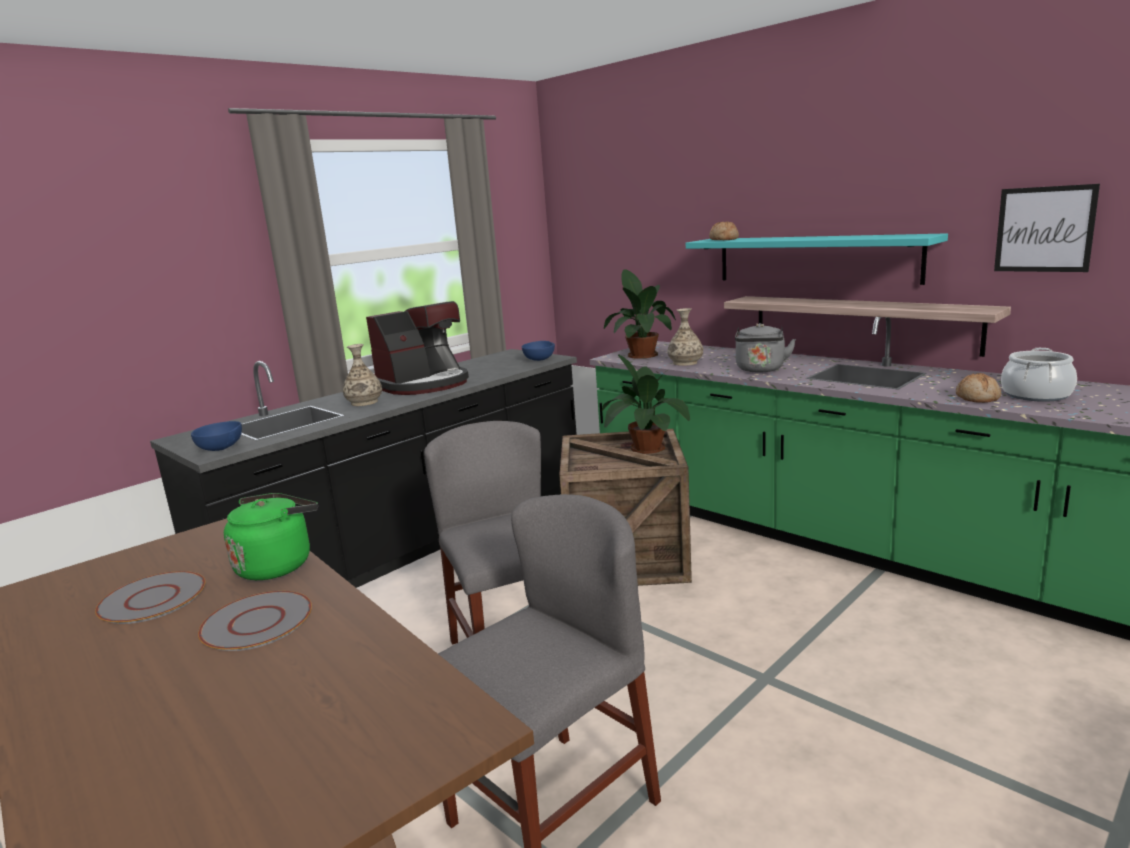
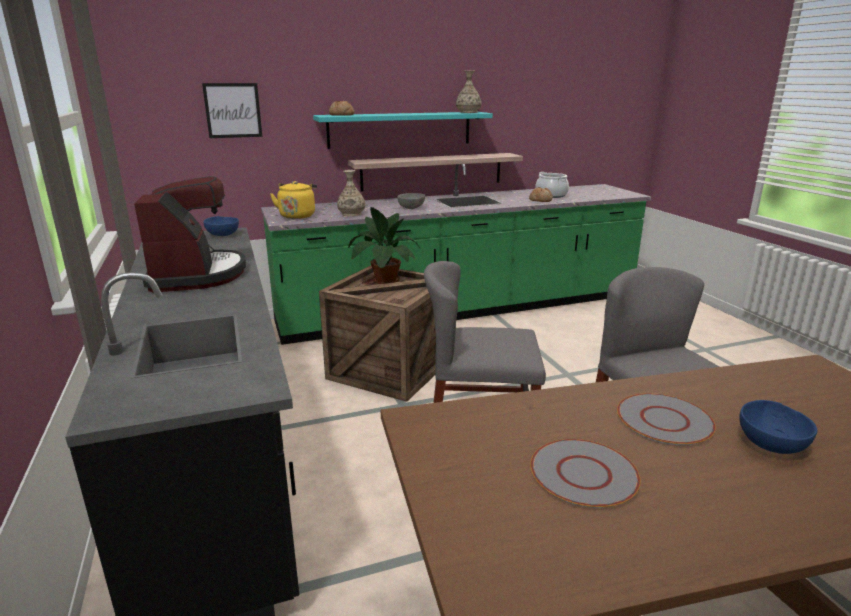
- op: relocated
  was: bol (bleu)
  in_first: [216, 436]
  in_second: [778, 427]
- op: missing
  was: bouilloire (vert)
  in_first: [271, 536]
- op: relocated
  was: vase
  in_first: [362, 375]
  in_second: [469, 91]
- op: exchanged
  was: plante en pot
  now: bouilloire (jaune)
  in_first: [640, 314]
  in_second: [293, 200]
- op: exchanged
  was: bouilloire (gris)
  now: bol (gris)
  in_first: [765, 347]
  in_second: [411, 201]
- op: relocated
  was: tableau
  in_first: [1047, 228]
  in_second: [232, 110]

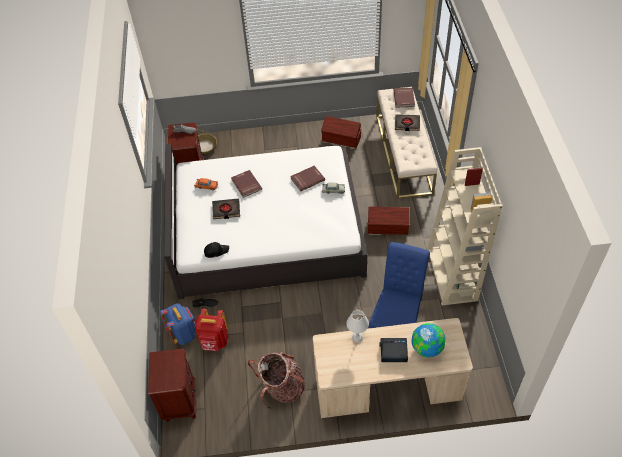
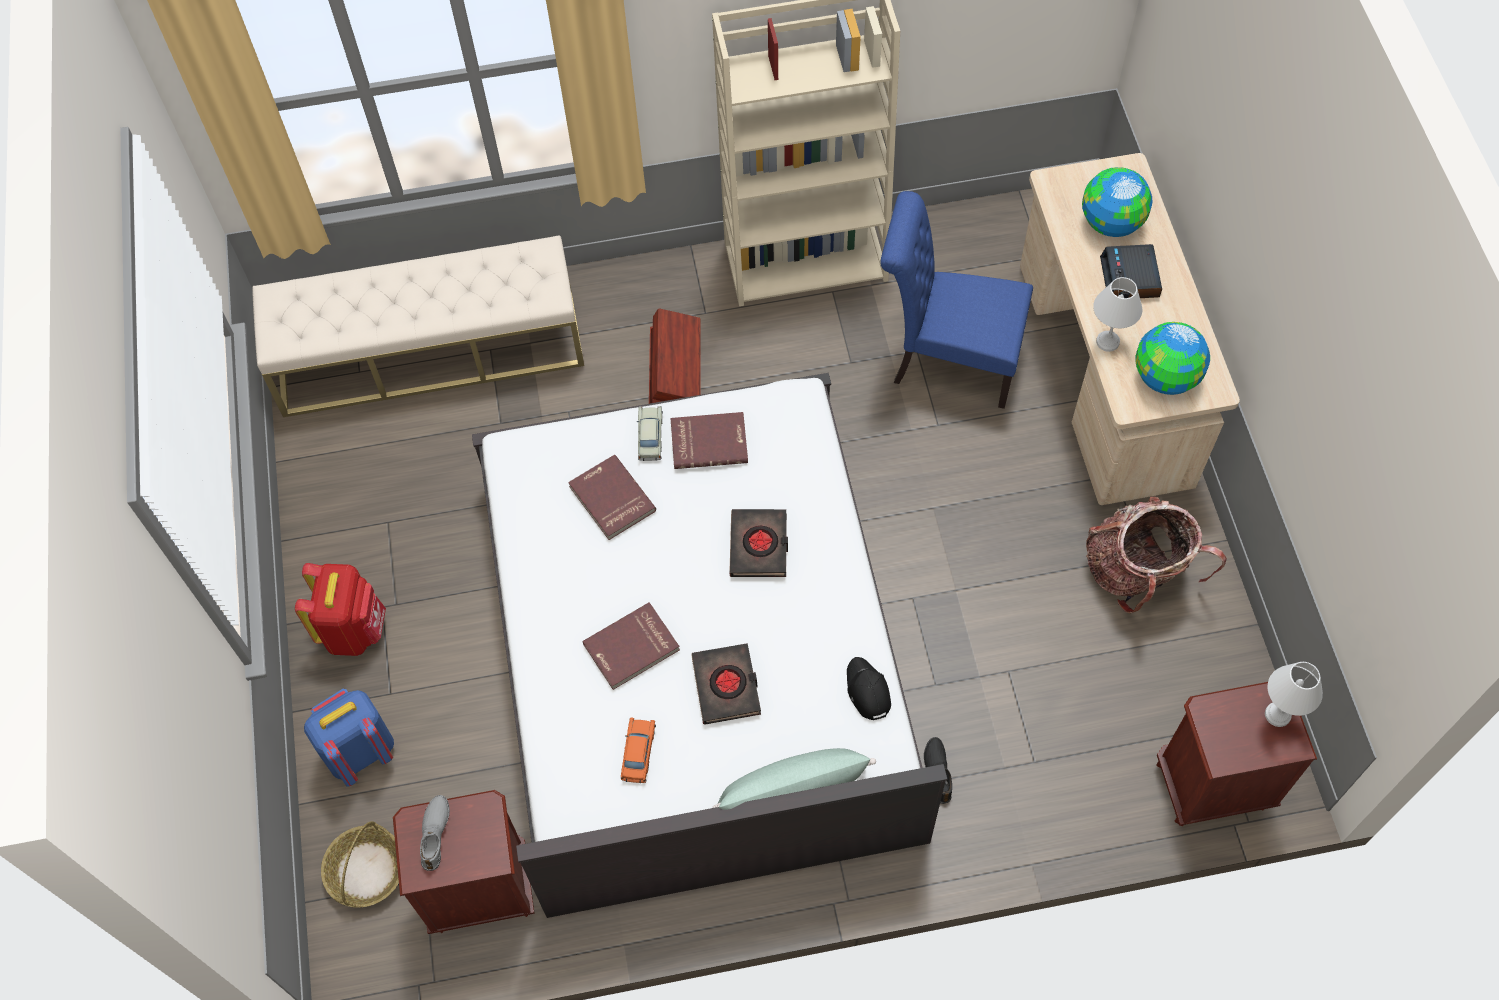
- op: relocated
  was: sac à dos (bleu)
  in_first: [177, 324]
  in_second: [349, 738]
- op: relocated
  was: sac à dos (rouge)
  in_first: [212, 330]
  in_second: [340, 609]
- op: missing
  was: boîte de rangement (marron)
  in_first: [341, 132]
- op: relocated
  was: livre (rouge)
  in_first: [404, 97]
  in_second: [709, 440]
- op: relocated
  was: livre (noir)
  in_first: [407, 122]
  in_second: [758, 543]
- op: appeared
  now: coussin (vert)
  in_second: [794, 779]
- op: appeared
  now: globe
  in_second: [1172, 358]
- op: appeared
  now: lampe de table (blanc)
  in_second: [1294, 694]

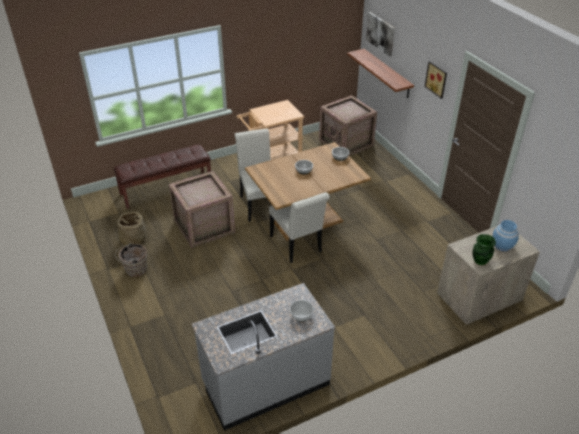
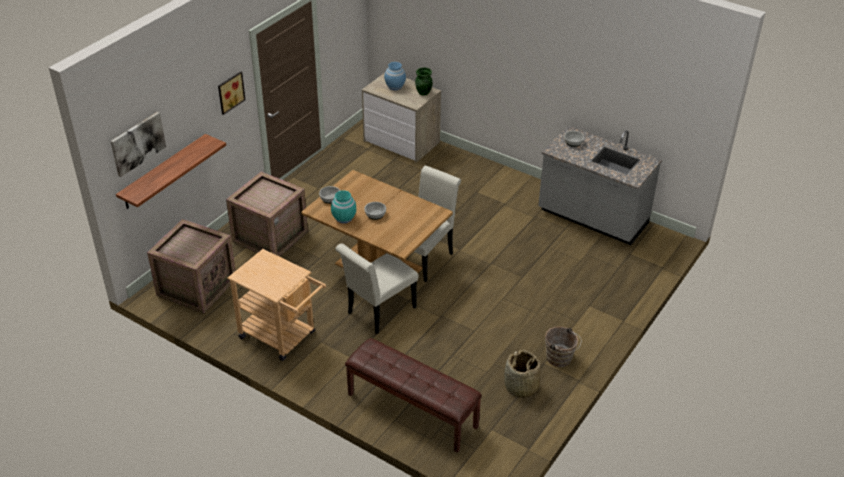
- op: relocated
  was: caisse
  in_first: [202, 209]
  in_second: [267, 214]
- op: appeared
  now: vase (turquoise)
  in_second: [343, 206]

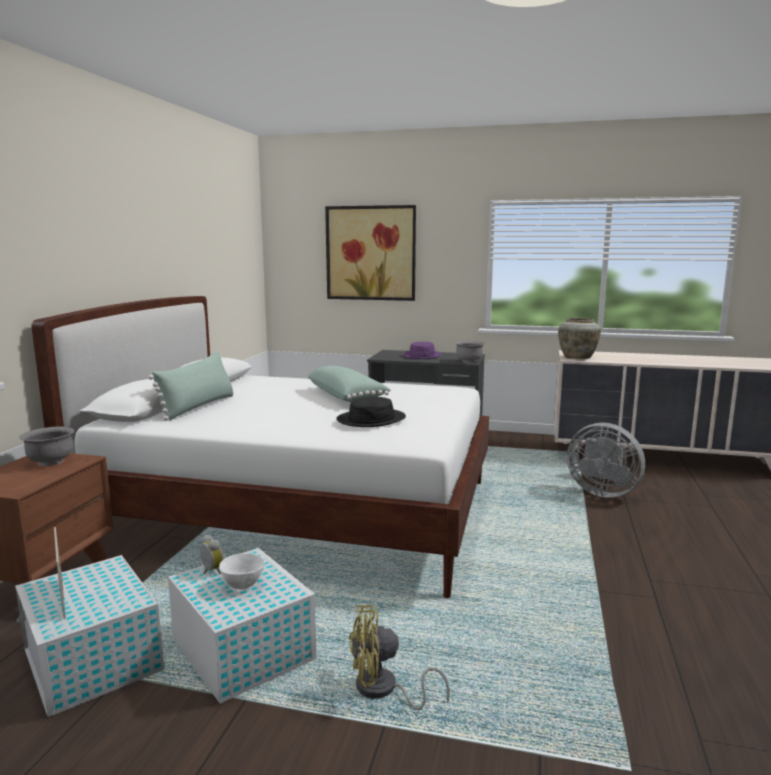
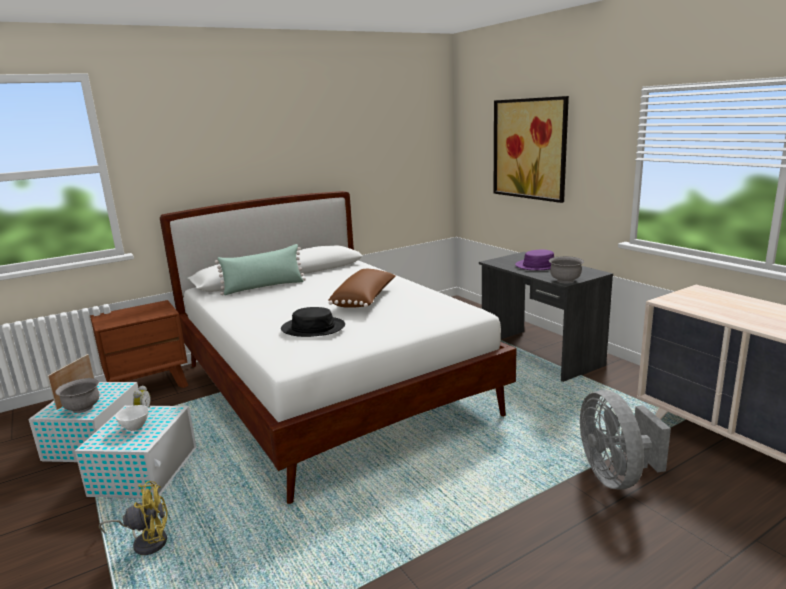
- op: relocated
  was: bol (gris)
  in_first: [46, 446]
  in_second: [77, 395]
- op: colour
  was: coussin (vert)
  now: coussin (marron)
  in_first: [349, 384]
  in_second: [362, 288]
- op: spun
  was: ventilateur (jaune)
  in_first: [399, 657]
  in_second: [133, 518]
  clockwise: 135
- op: missing
  was: vase (beige)
  in_first: [579, 338]

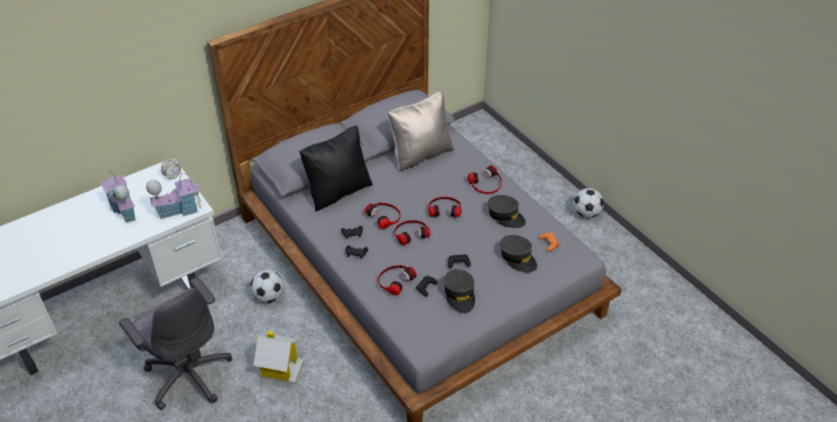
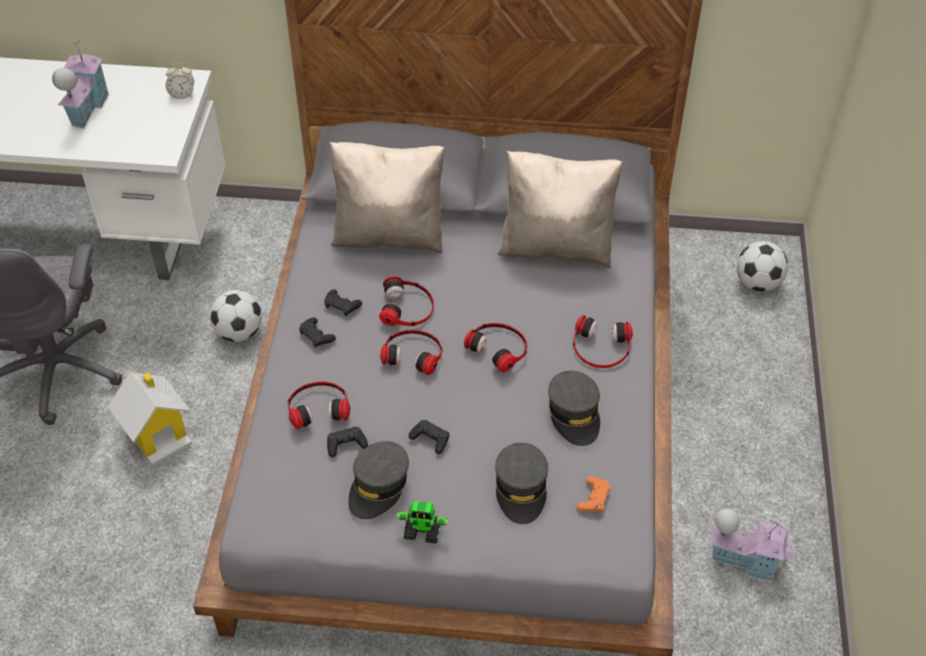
- op: relocated
  was: maison miniature
  in_first: [173, 196]
  in_second: [752, 545]
- op: colour
  was: coussin (noir)
  now: coussin (beige)
  in_first: [336, 168]
  in_second: [387, 197]
- op: relocated
  was: ballon de foot
  in_first: [588, 203]
  in_second: [762, 266]
- op: appeared
  now: robot jouet
  in_second: [423, 522]

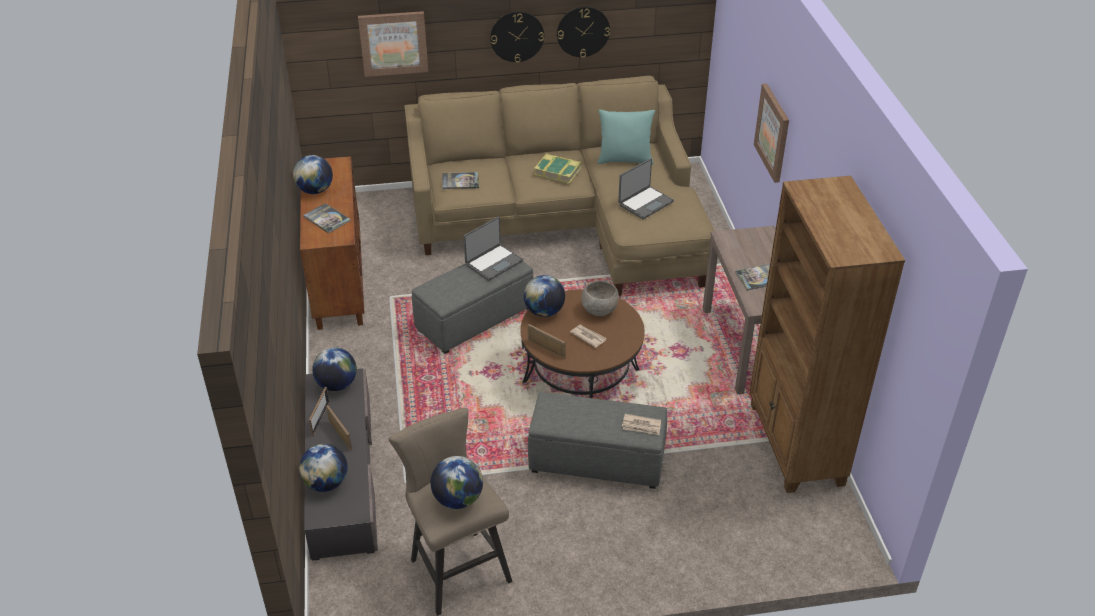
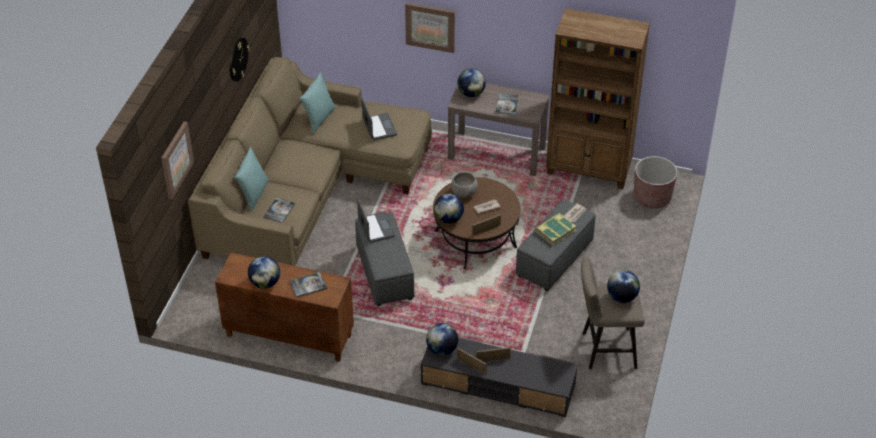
- op: relocated
  was: globe
  in_first: [323, 468]
  in_second: [471, 83]
- op: missing
  was: horloge murale
  in_first: [517, 37]
- op: relocated
  was: livre
  in_first: [558, 169]
  in_second: [555, 229]
- op: appeared
  now: coussin (turquoise)
  in_second: [252, 179]
- op: appeared
  now: cache-pot (marron)
  in_second: [655, 182]

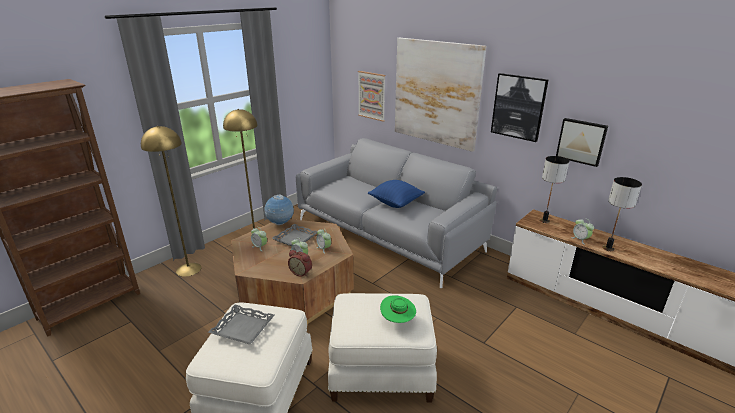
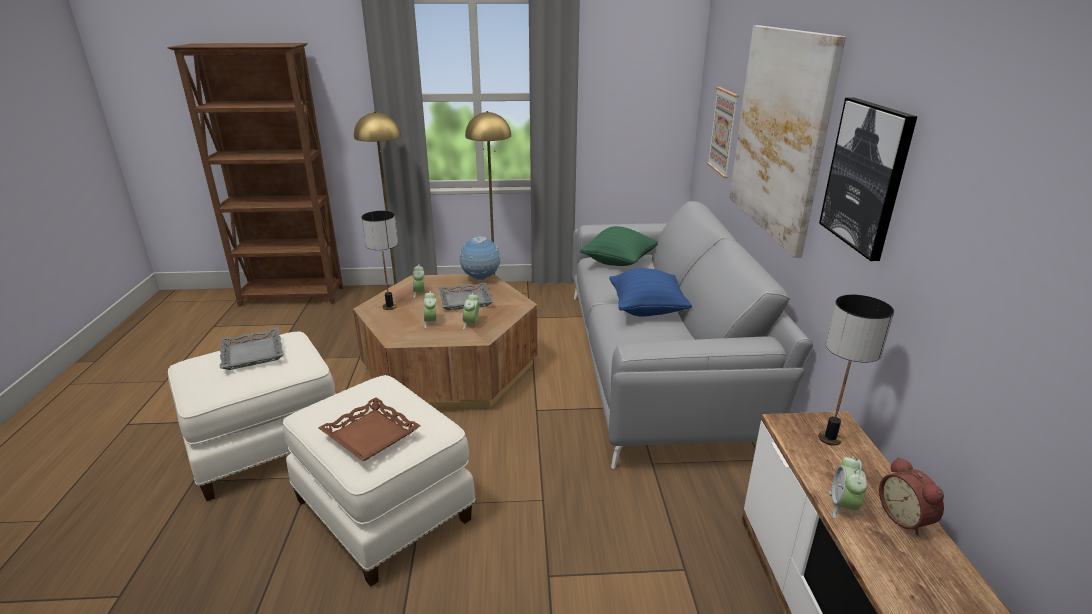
- op: relocated
  was: réveil
  in_first: [300, 263]
  in_second: [911, 496]
- op: exchanged
  was: chapeau (vert)
  now: plateau (marron)
  in_first: [398, 309]
  in_second: [369, 429]
- op: missing
  was: tableau
  in_first: [582, 142]
- op: relocated
  was: lampe de table
  in_first: [622, 214]
  in_second: [379, 260]
- op: appeared
  now: coussin (vert)
  in_second: [619, 246]

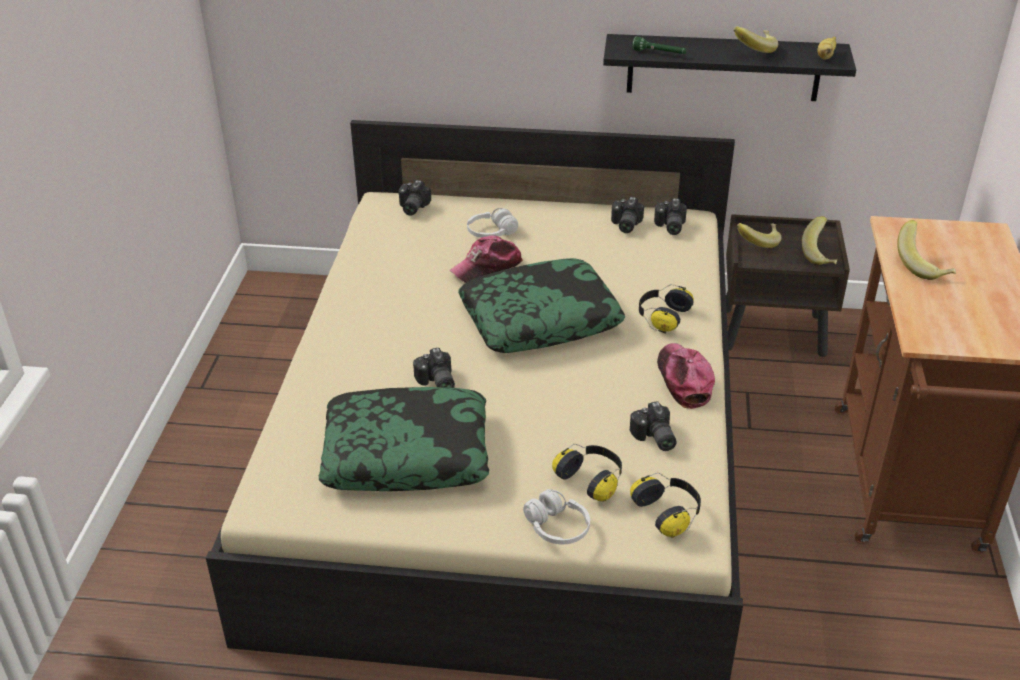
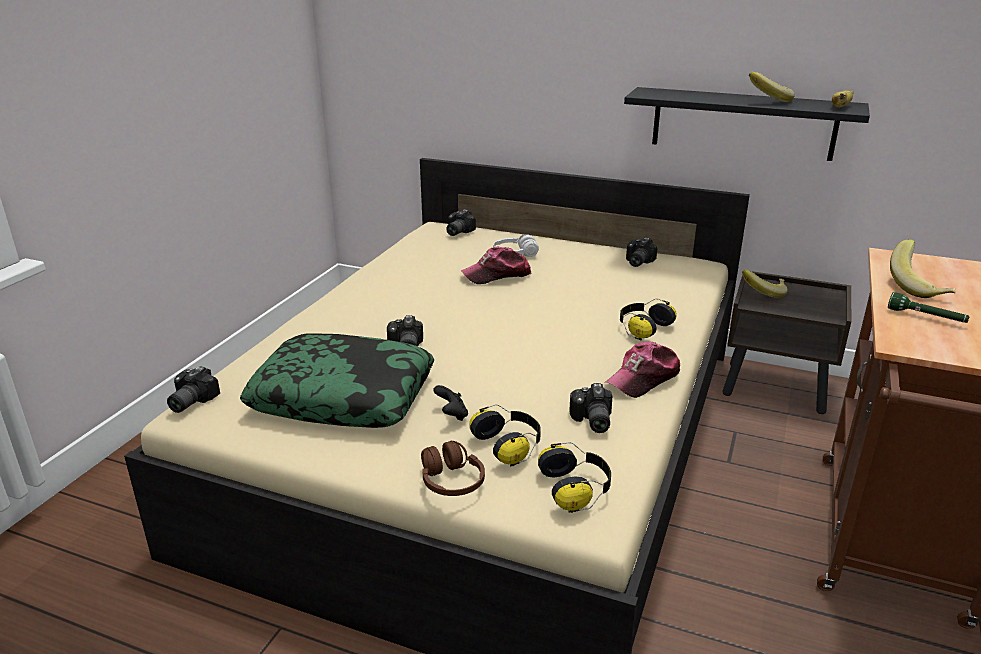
- op: missing
  was: coussin
  in_first: [541, 305]
- op: colour
  was: casque audio (blanc)
  now: casque audio (marron)
  in_first: [556, 516]
  in_second: [453, 468]
- op: relocated
  was: lampe de poche (vert)
  in_first: [659, 45]
  in_second: [929, 307]
- op: relocated
  was: appareil photo
  in_first: [670, 216]
  in_second: [193, 389]
- op: spun
  was: casquette
  in_first: [686, 376]
  in_second: [643, 370]
  clockwise: -135
- op: missing
  was: banane
  in_first: [819, 240]
- op: appeared
  now: manette (noir)
  in_second: [450, 403]

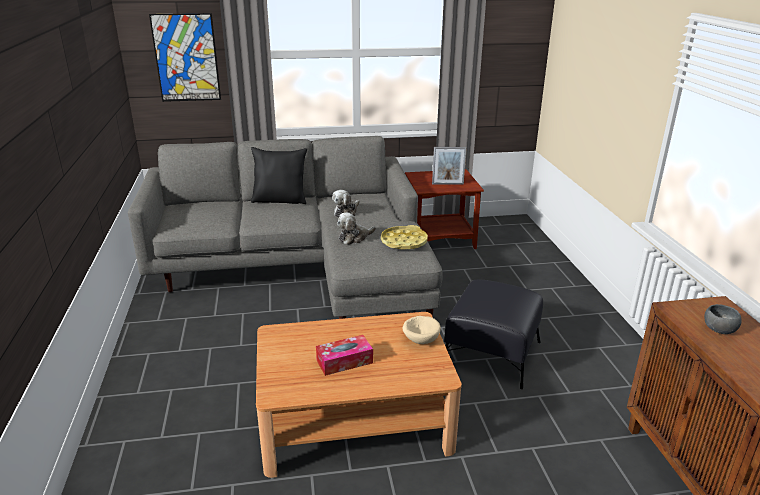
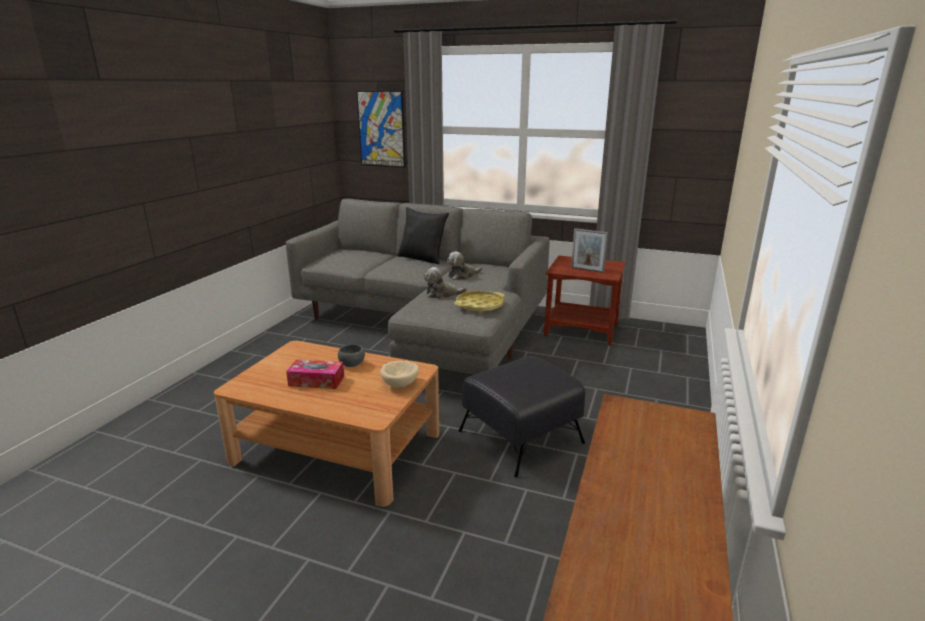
- op: relocated
  was: bol (gris)
  in_first: [722, 319]
  in_second: [351, 355]

